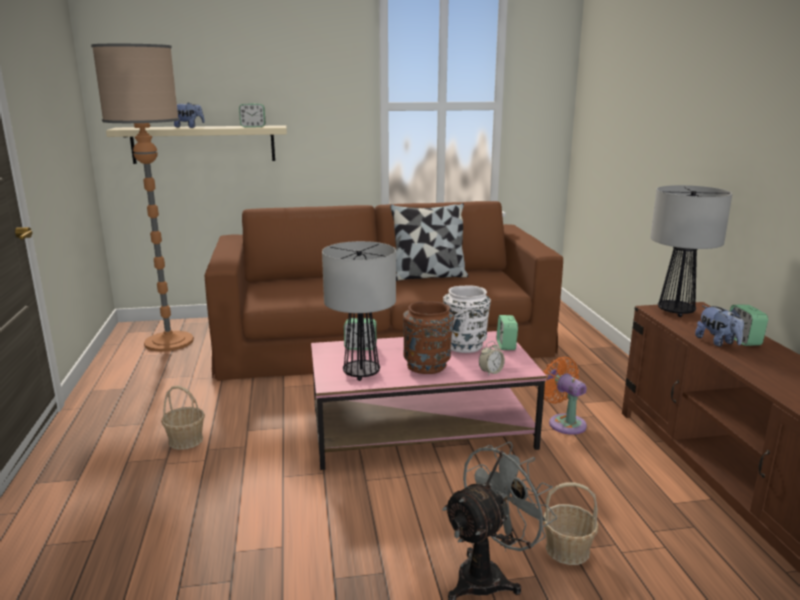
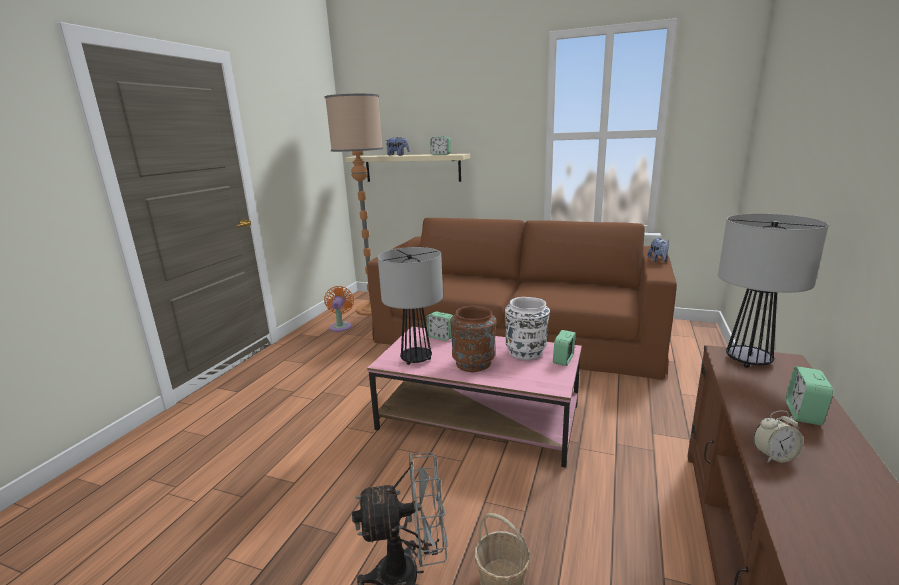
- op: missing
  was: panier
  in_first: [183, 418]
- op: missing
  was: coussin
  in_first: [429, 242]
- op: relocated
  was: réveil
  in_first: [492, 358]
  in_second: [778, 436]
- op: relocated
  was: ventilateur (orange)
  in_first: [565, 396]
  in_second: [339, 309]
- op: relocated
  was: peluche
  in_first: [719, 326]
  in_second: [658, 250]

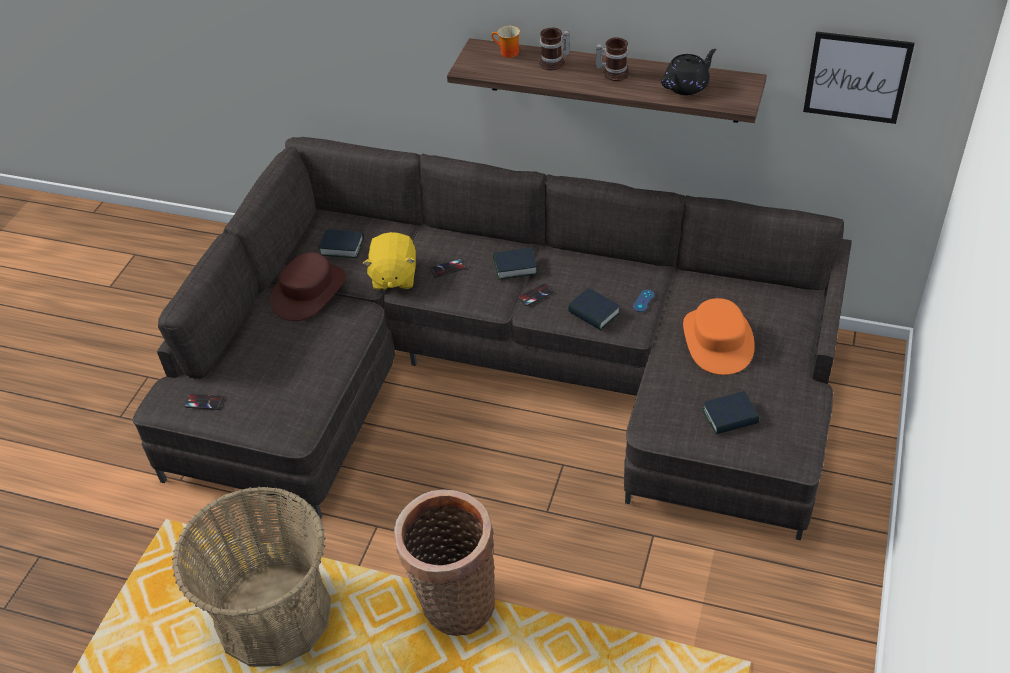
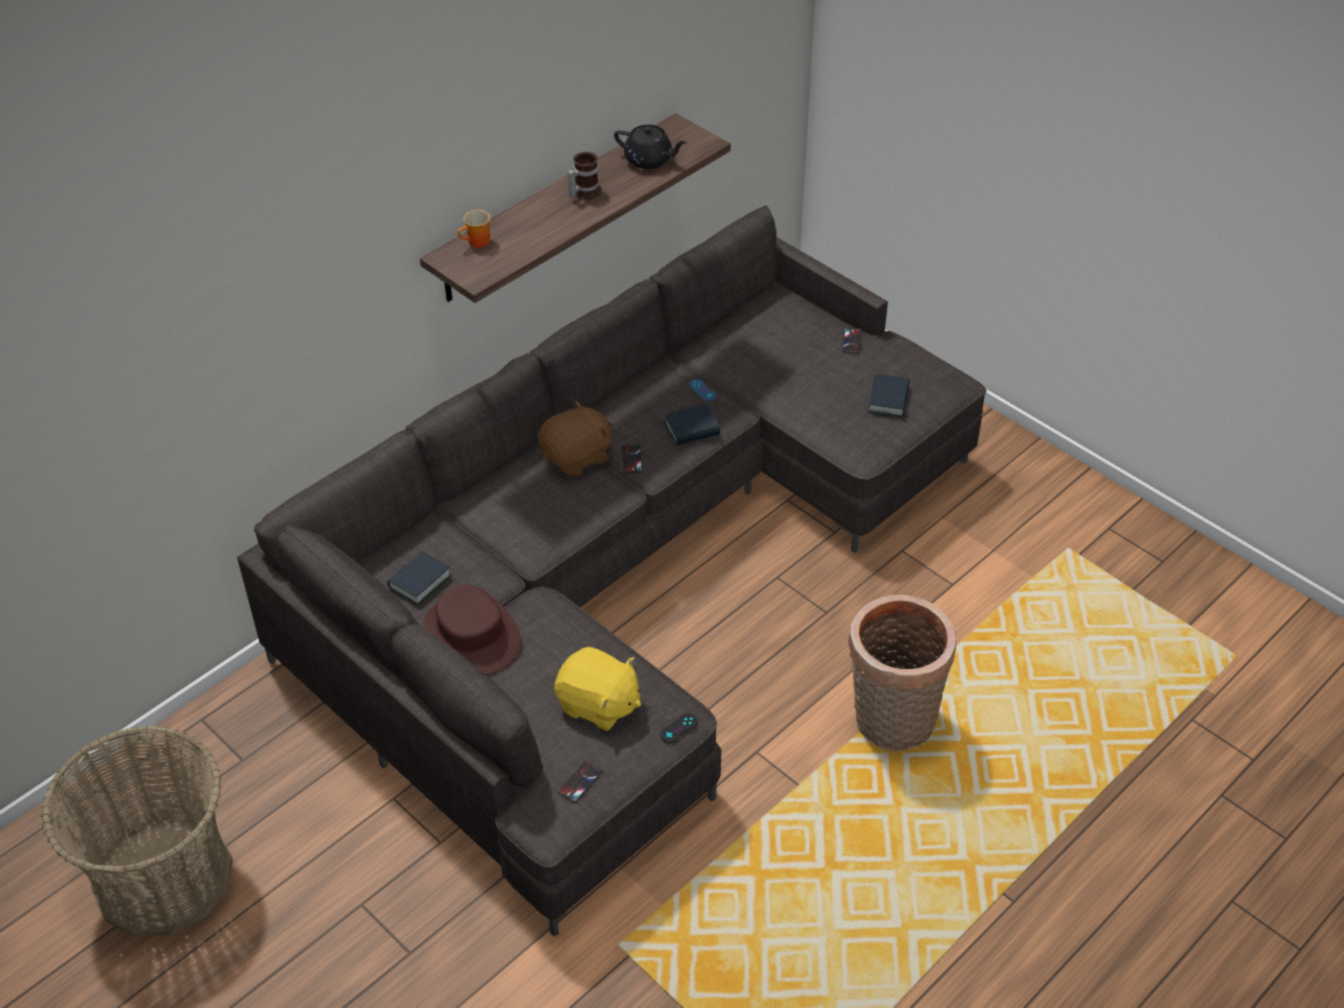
- op: relocated
  was: panier
  in_first: [251, 576]
  in_second: [137, 831]
- op: relocated
  was: peluche (jaune)
  in_first: [389, 261]
  in_second: [597, 689]
- op: relocated
  was: téléphone
  in_first: [448, 268]
  in_second: [852, 341]
- op: exchanged
  was: livre
  now: peluche (marron)
  in_first: [515, 263]
  in_second: [575, 438]
- op: missing
  was: mug
  in_first: [554, 49]
- op: spun
  was: théière (noir)
  in_first: [688, 72]
  in_second: [650, 147]
  clockwise: 120
- op: missing
  was: chapeau (orange)
  in_first: [719, 336]
- op: missing
  was: tableau
  in_first: [858, 77]
- op: appeared
  now: manette (noir)
  in_second: [678, 728]

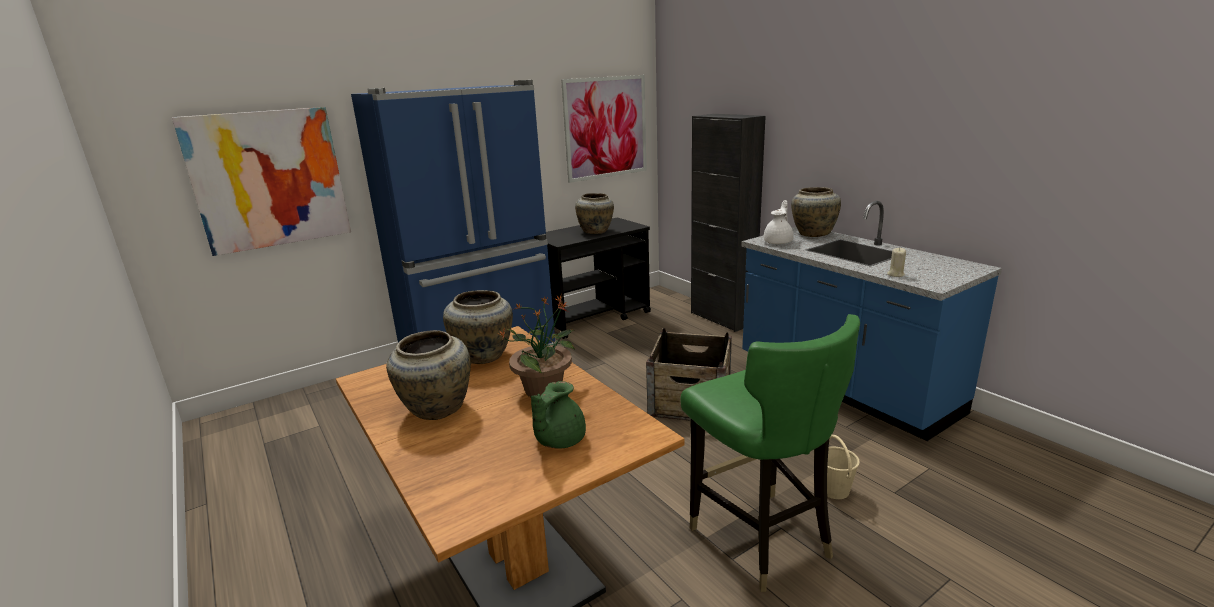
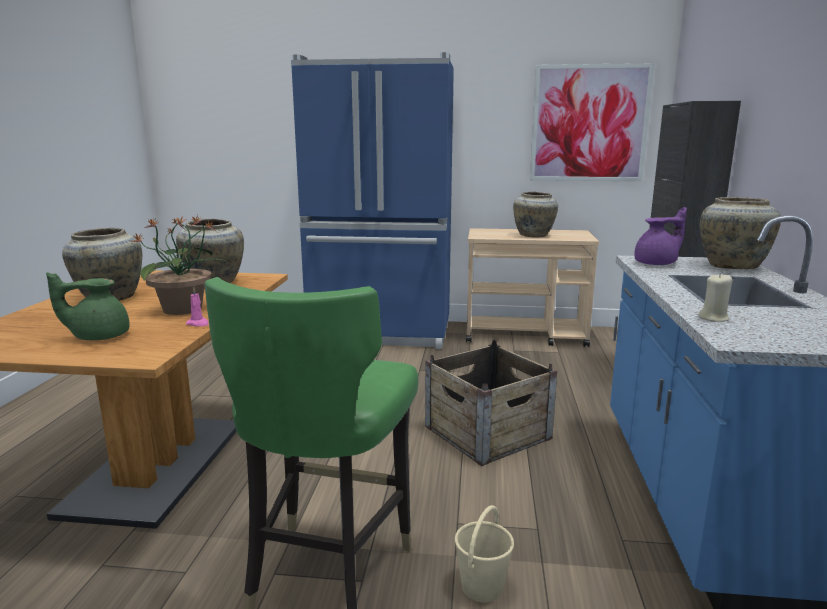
- op: missing
  was: tableau
  in_first: [261, 181]
- op: colour
  was: chariot (noir)
  now: chariot (beige)
  in_first: [598, 278]
  in_second: [532, 287]
- op: colour
  was: théière (blanc)
  now: théière (violet)
  in_first: [779, 222]
  in_second: [660, 236]
- op: appeared
  now: bougie (rose)
  in_second: [197, 306]

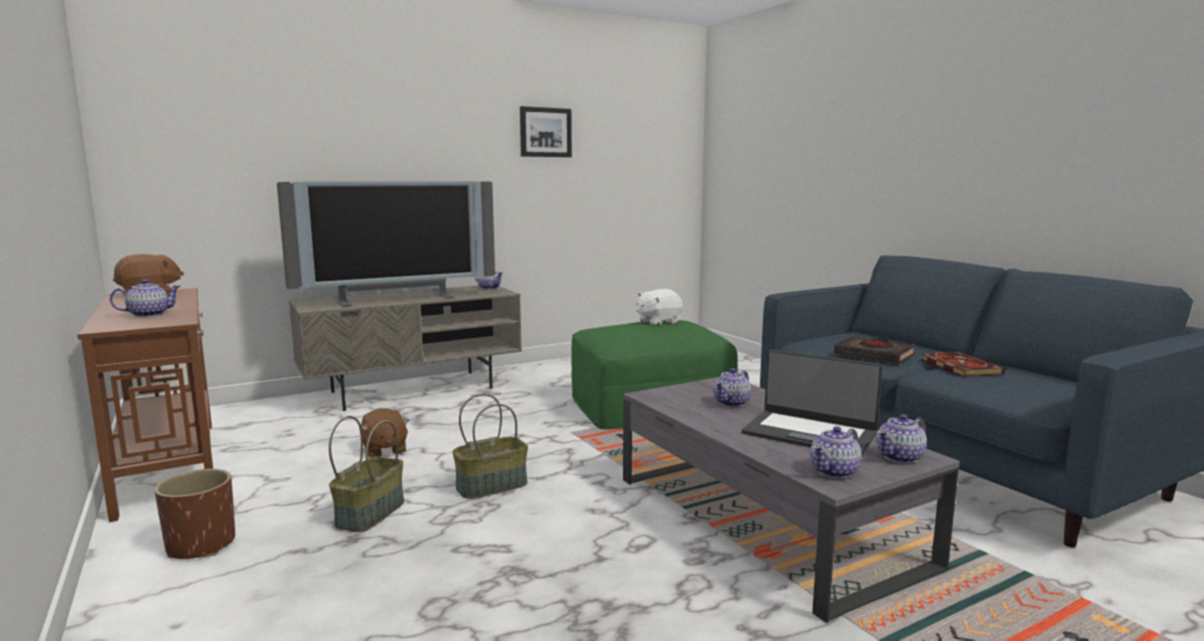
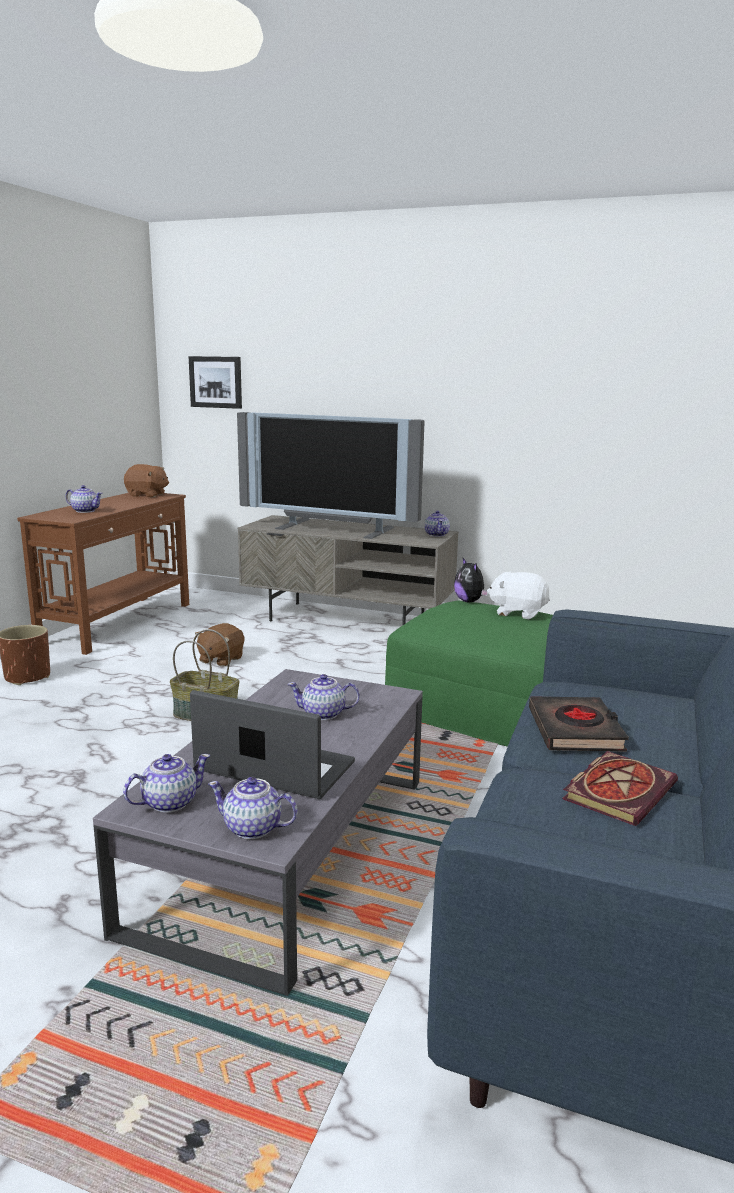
- op: missing
  was: panier
  in_first: [366, 474]
- op: relocated
  was: tableau
  in_first: [546, 131]
  in_second: [215, 382]
- op: spun
  was: ordinateur portable
  in_first: [812, 402]
  in_second: [272, 744]
  clockwise: 120
- op: spun
  was: théière
  in_first: [835, 452]
  in_second: [166, 783]
  clockwise: 135
- op: appeared
  now: peluche
  in_second: [471, 580]

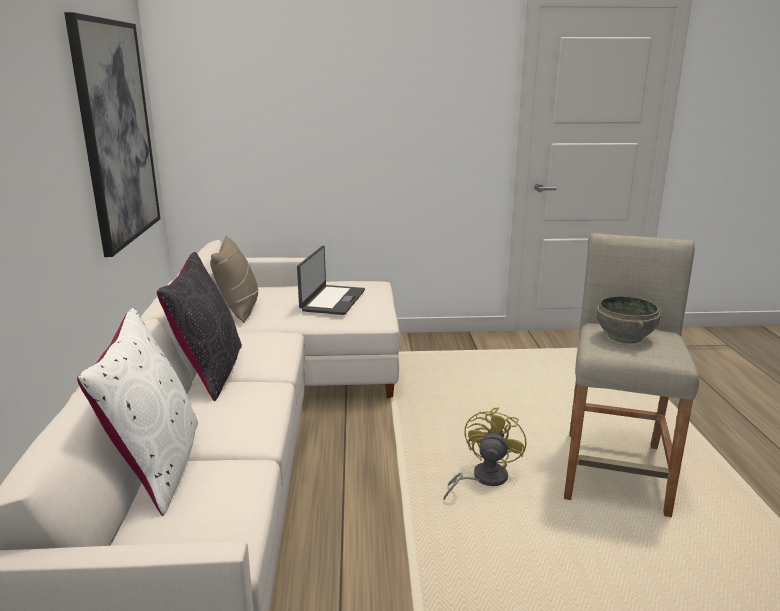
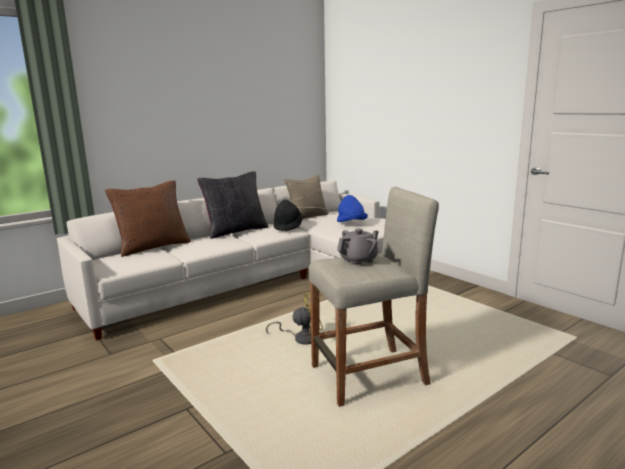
- op: missing
  was: tableau
  in_first: [112, 134]
- op: colour
  was: coussin (blanc)
  now: coussin (marron)
  in_first: [137, 412]
  in_second: [148, 218]
- op: exchanged
  was: ordinateur portable
  now: chapeau (bleu)
  in_first: [331, 280]
  in_second: [352, 208]
- op: exchanged
  was: bol (gris)
  now: théière (gris)
  in_first: [629, 319]
  in_second: [358, 247]
- op: appeared
  now: chapeau (noir)
  in_second: [288, 215]

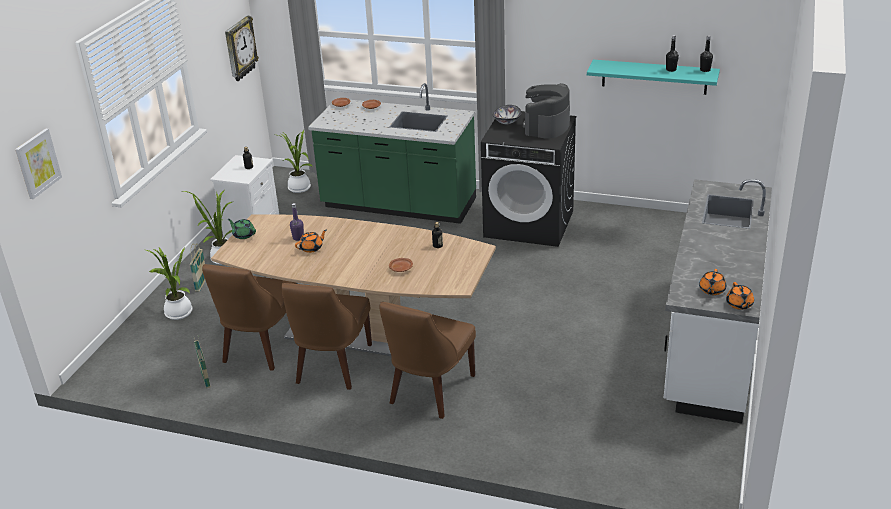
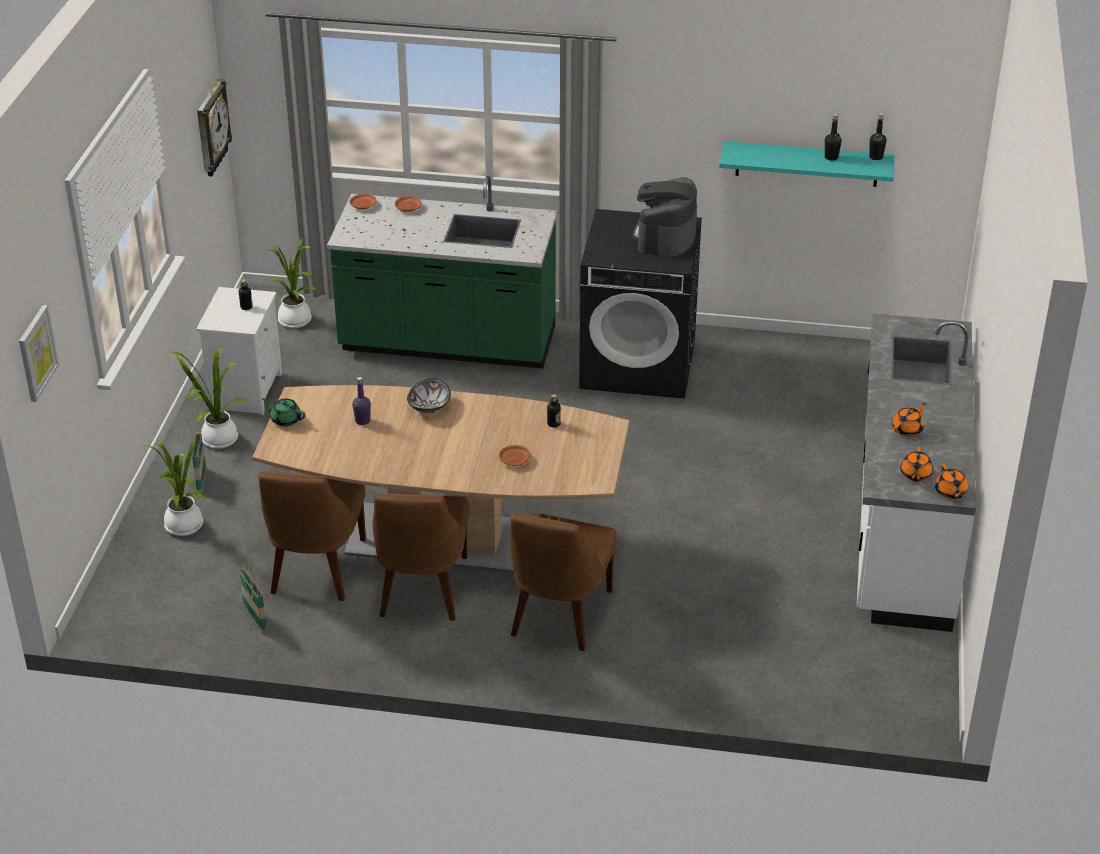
- op: relocated
  was: théière (orange)
  in_first: [311, 241]
  in_second: [909, 419]
- op: relocated
  was: bol
  in_first: [507, 114]
  in_second: [429, 396]

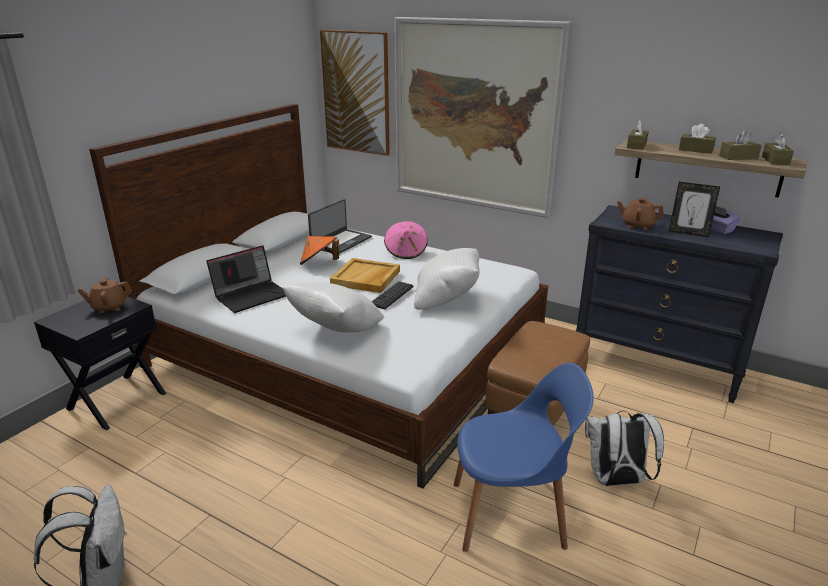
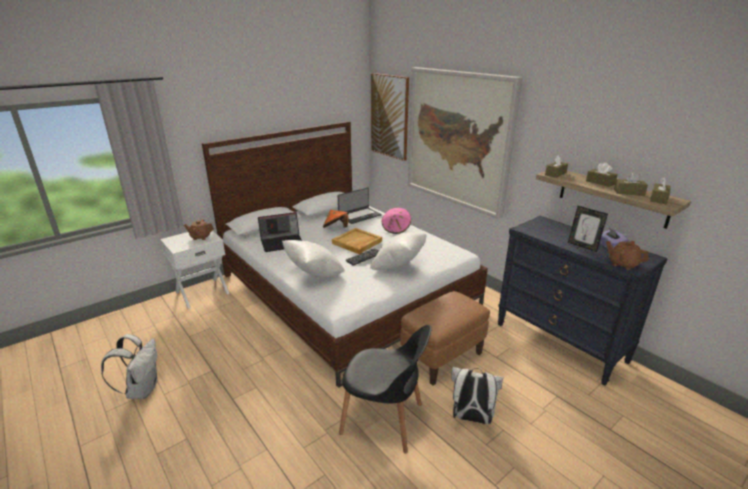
- op: colour
  was: table de chevet (noir)
  now: table de chevet (blanc)
  in_first: [100, 363]
  in_second: [194, 270]
- op: colour
  was: chaise (bleu)
  now: chaise (noir)
  in_first: [524, 457]
  in_second: [385, 389]
- op: relocated
  was: théière (marron)
  in_first: [640, 214]
  in_second: [627, 255]

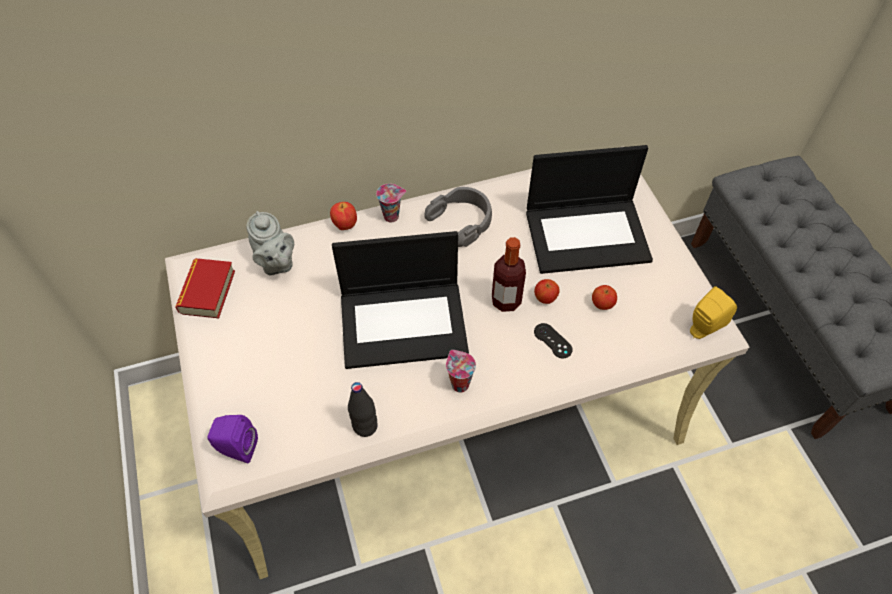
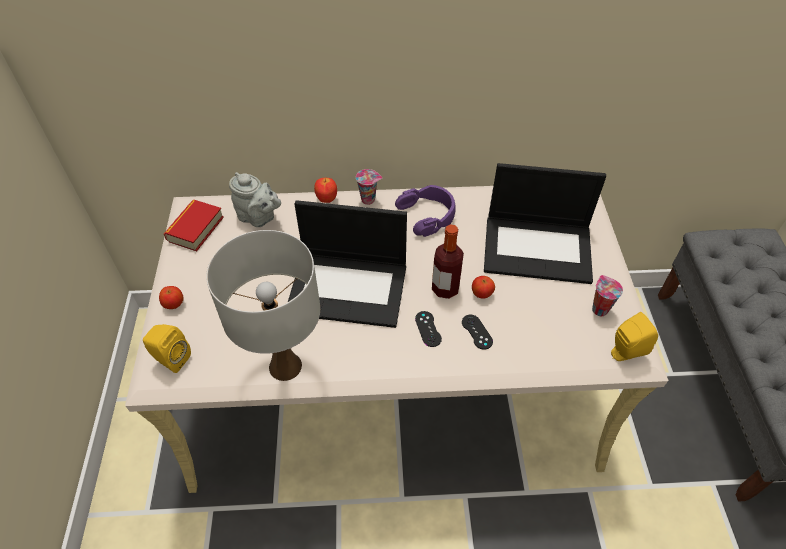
- op: colour
  was: enceinte (violet)
  now: enceinte (jaune)
  in_first: [232, 439]
  in_second: [167, 348]
- op: spun
  was: théière (gris)
  in_first: [270, 243]
  in_second: [255, 199]
  clockwise: -45
- op: exchanged
  was: bouteille (noir)
  now: lampe de table (blanc)
  in_first: [363, 409]
  in_second: [263, 305]
- op: colour
  was: casque audio (gris)
  now: casque audio (violet)
  in_first: [458, 217]
  in_second: [425, 211]
- op: relocated
  was: tasse
  in_first: [461, 371]
  in_second: [607, 295]
- op: relocated
  was: pomme
  in_first: [604, 297]
  in_second: [171, 297]
- op: appeared
  now: manette (noir)
  in_second: [428, 329]

